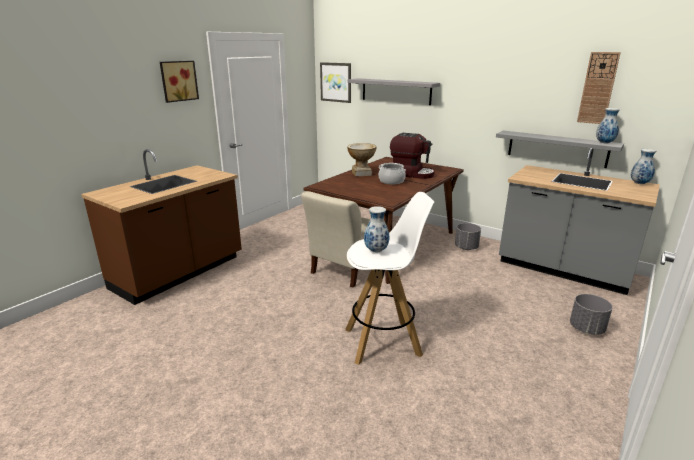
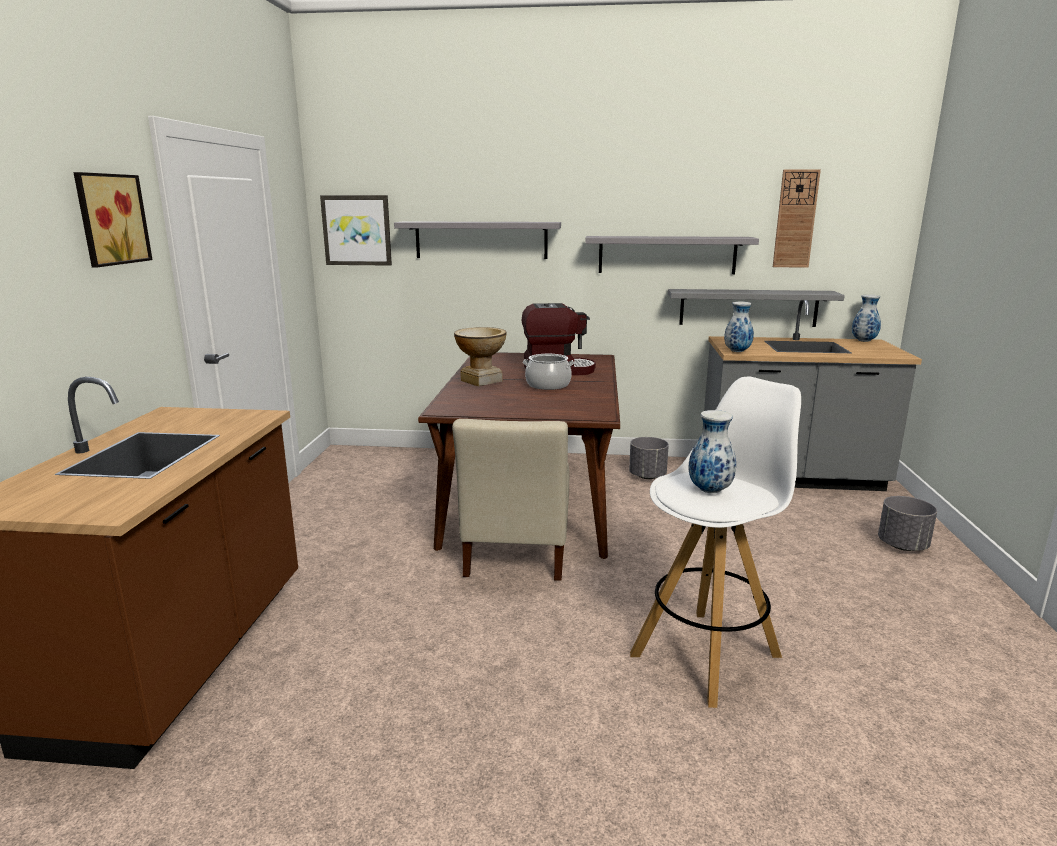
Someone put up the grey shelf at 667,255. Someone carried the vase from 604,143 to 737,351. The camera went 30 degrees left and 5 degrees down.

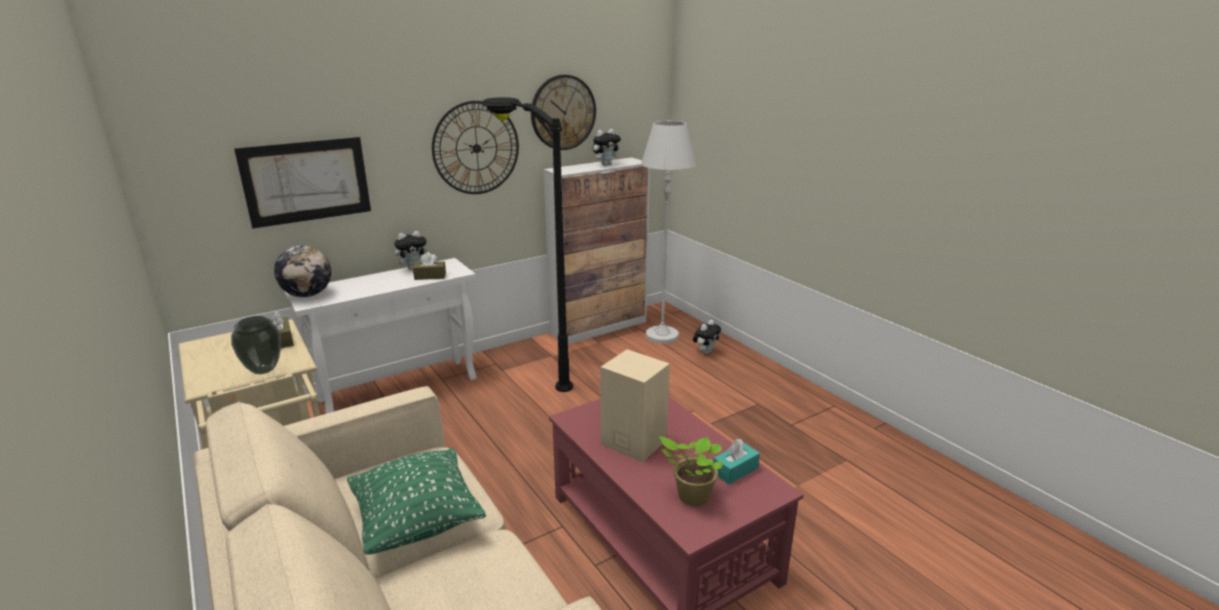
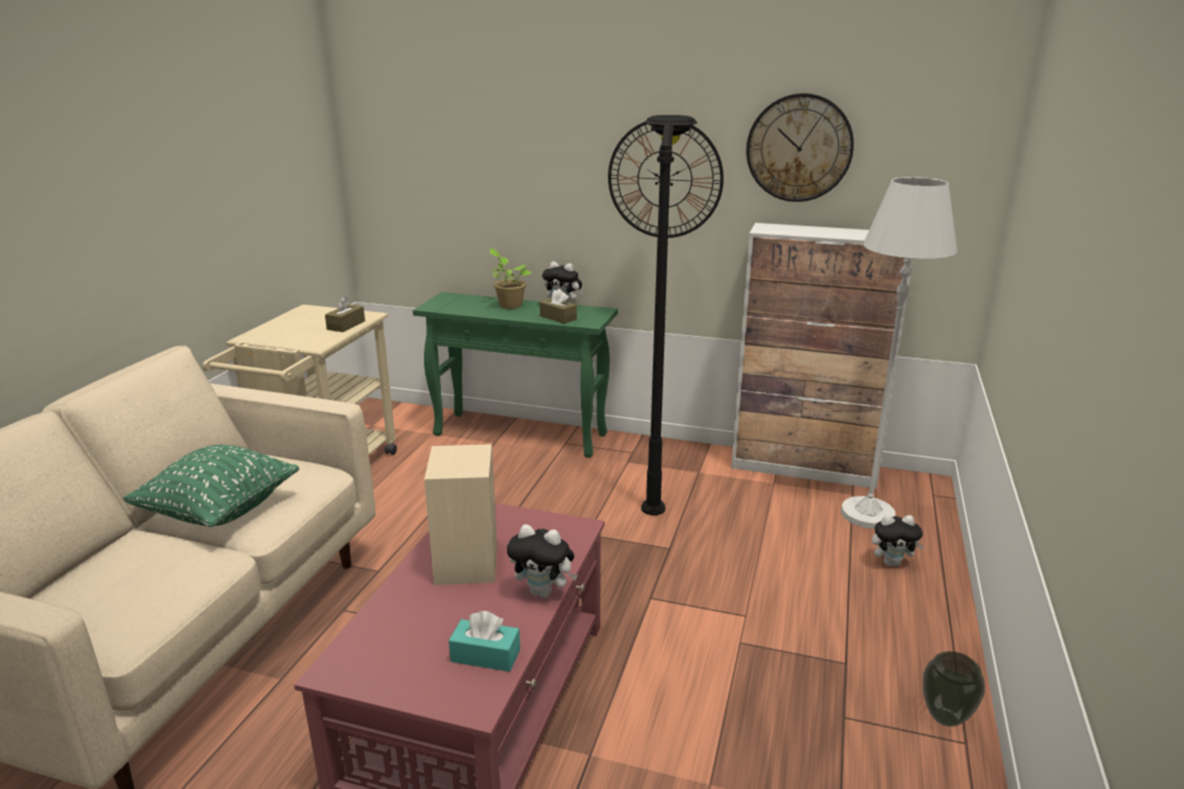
Someone repainted the white console table at 400,389, which became the green console table at 522,435. Someone carried the potted plant from 691,496 to 509,305. Someone carried the plush toy from 606,164 to 544,592. Someone carried the vase from 263,370 to 944,718. Someone took away the picture at 306,181. Someone took away the globe at 308,295. The camera went 50 degrees right and 0 degrees up.

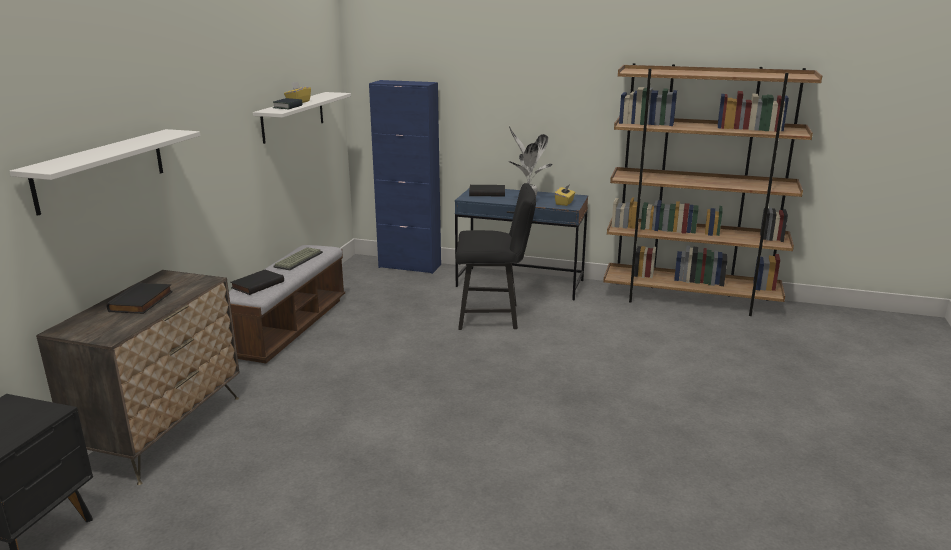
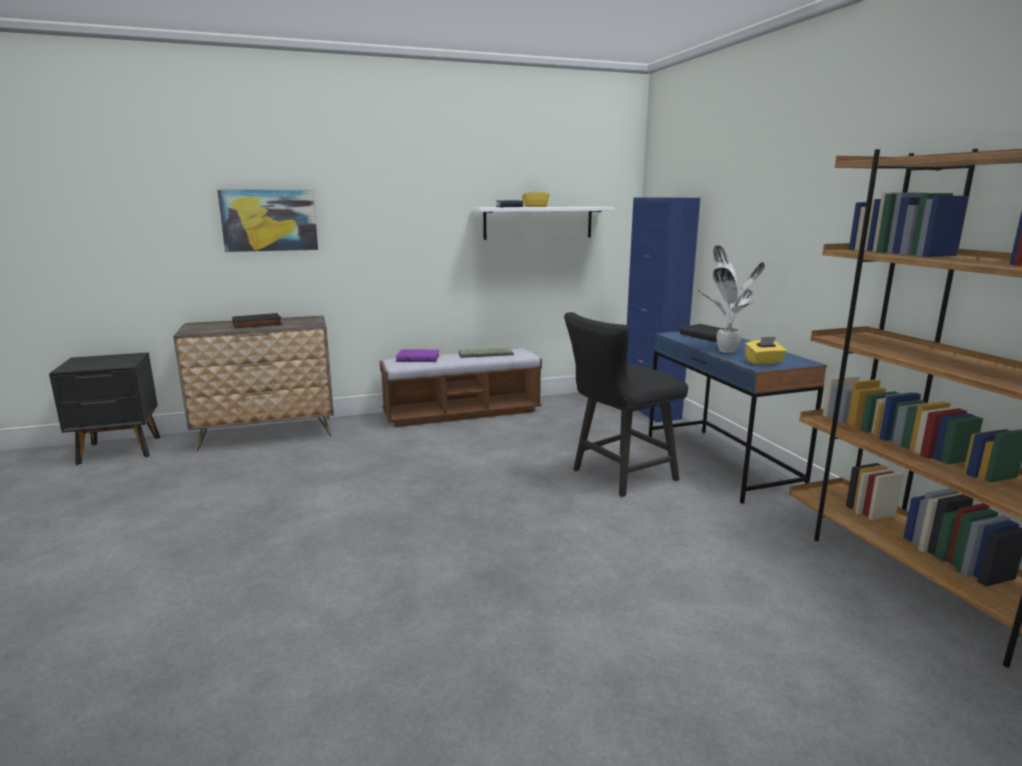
Someone swapped the white shelf at 101,169 for the picture at 269,220. Someone repainted the black book at 257,284, which became the purple book at 418,358. Someone rotated the black chair at 494,316 by 90 degrees clockwise. The camera went 55 degrees right and 5 degrees down.

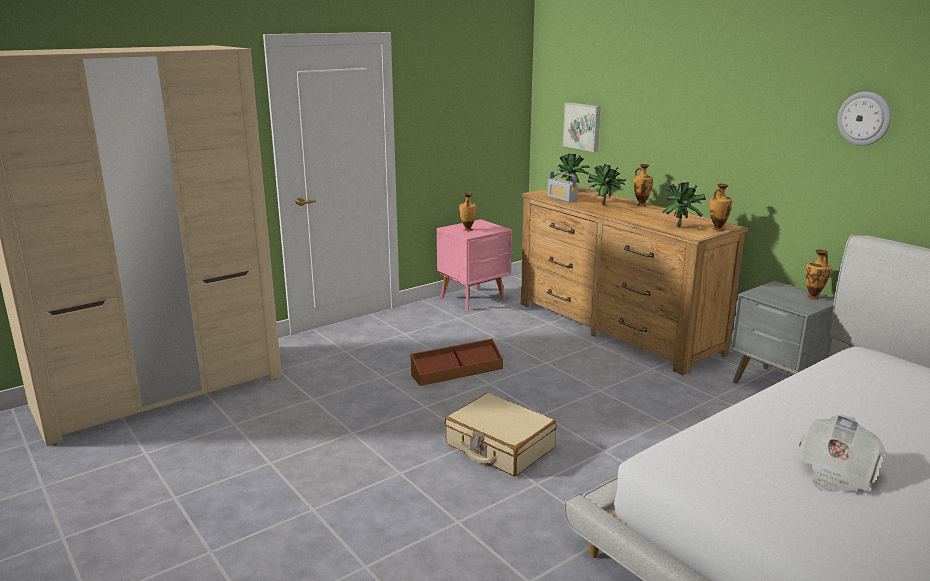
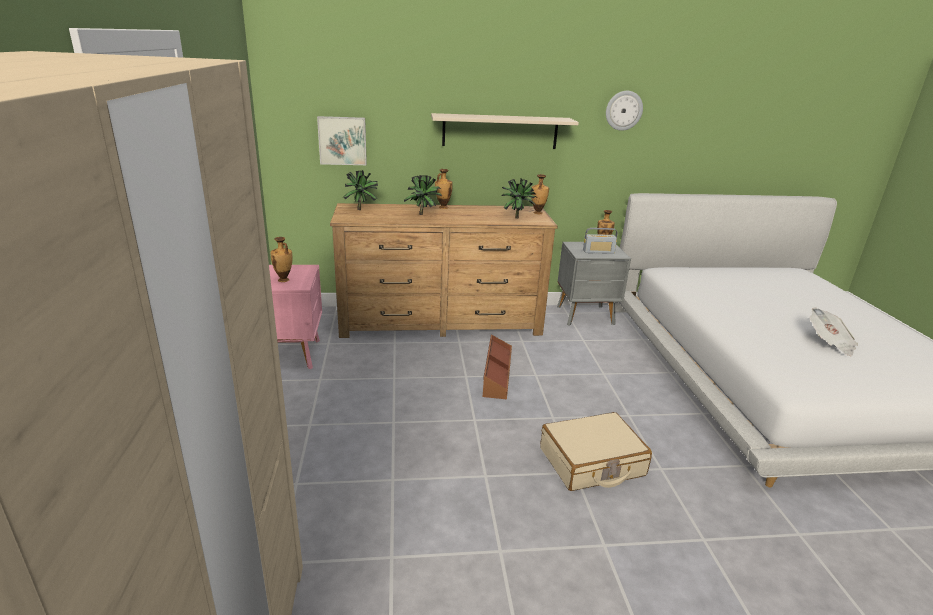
Someone put up the beige shelf at 500,131. Someone carried the brown storage box from 456,371 to 496,374. Someone carried the radio from 562,199 to 598,251. The camera went 60 degrees left and 5 degrees up.

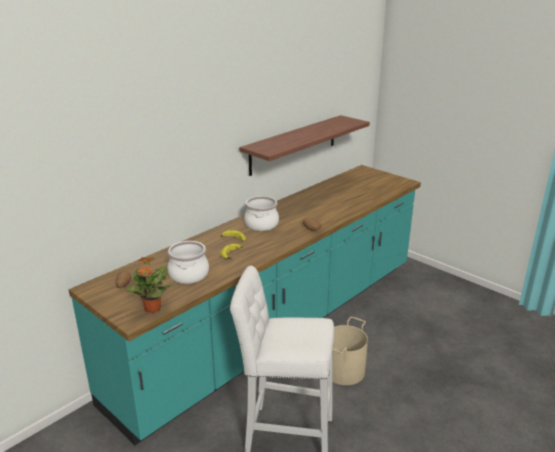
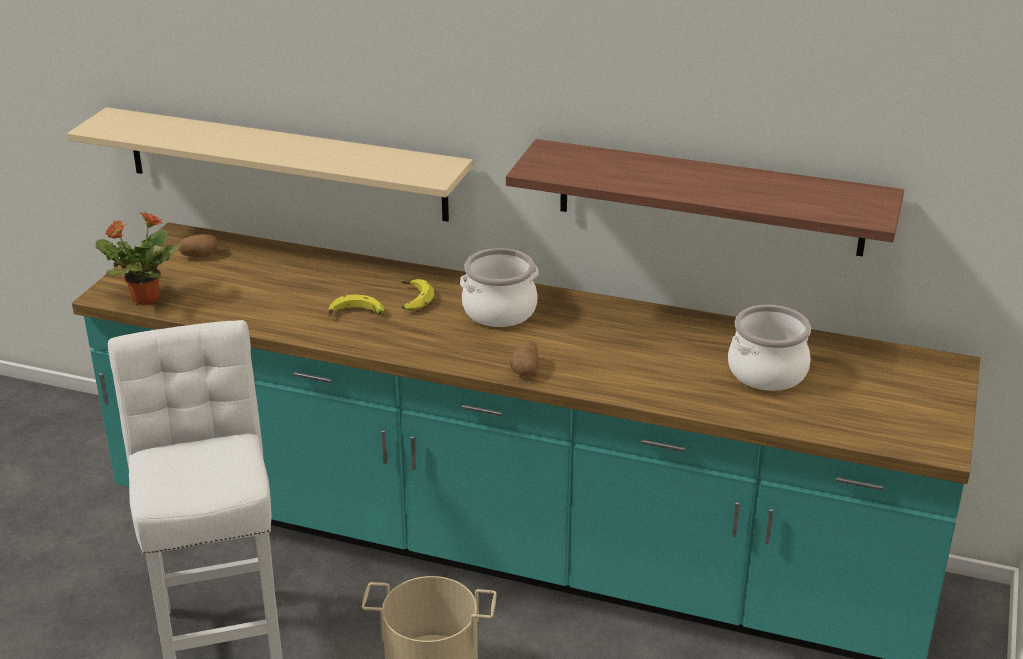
Someone put up the beige shelf at 285,164. Someone carried the cooking pot from 189,275 to 767,373. The camera went 65 degrees right and 5 degrees up.

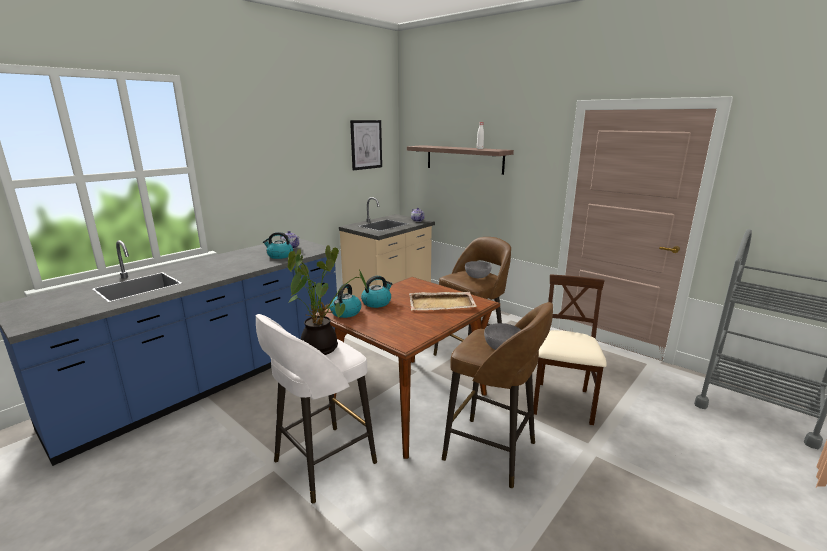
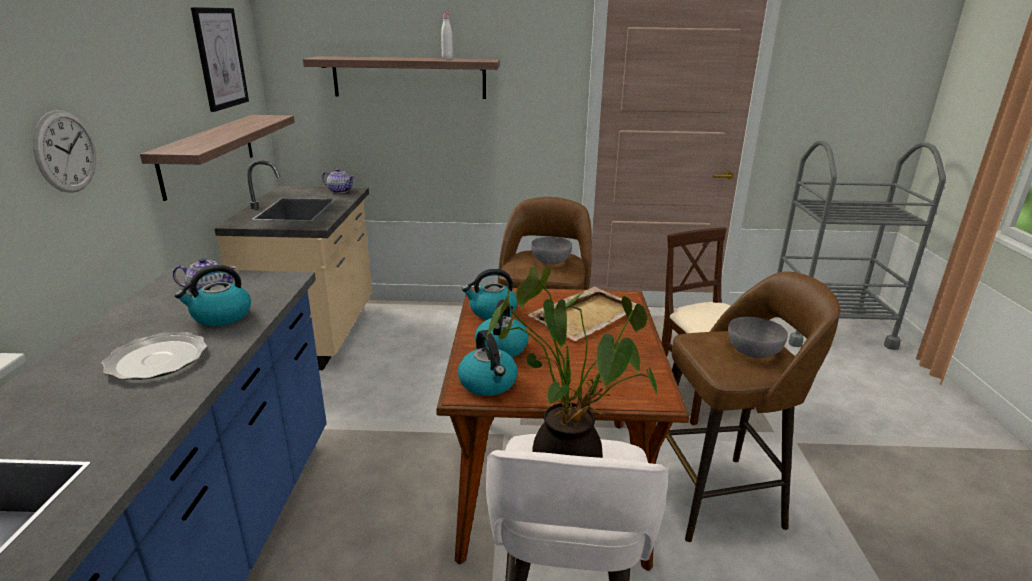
Someone put up the wall clock at 65,152. Someone put down the plate at 156,359. Someone put up the shelf at 209,153. Someone put down the kettle at 492,312. The camera went 40 degrees left and 5 degrees up.

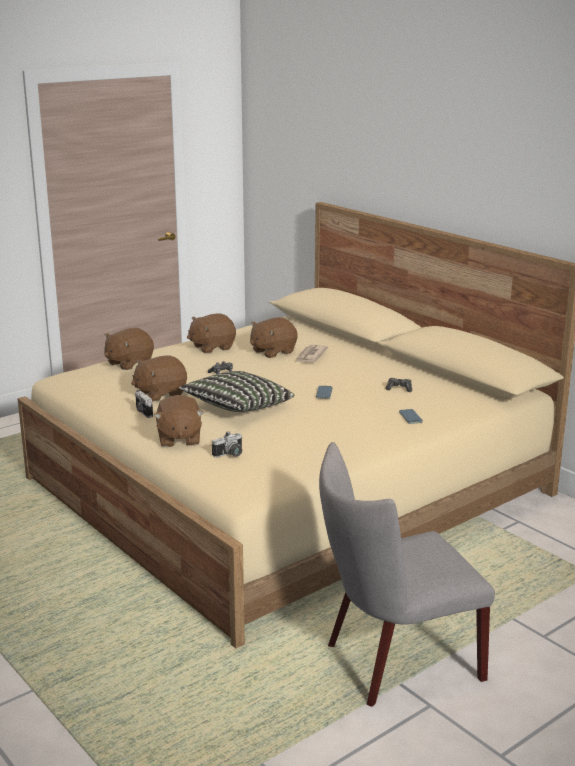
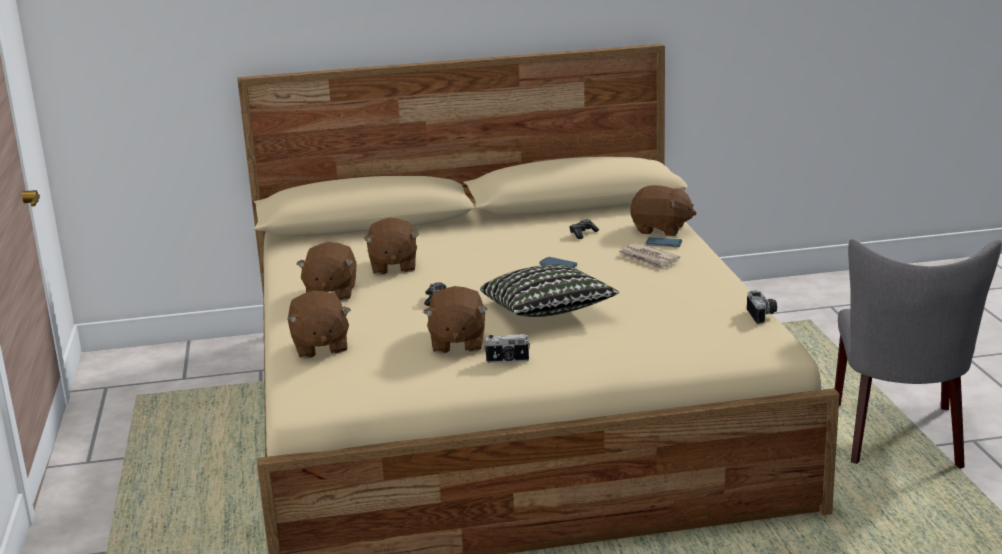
Someone carried the newspaper from 310,356 to 648,259. Someone carried the brown plush toy from 179,439 to 661,229. Someone carried the photo camera from 230,455 to 763,316. The camera went 60 degrees left and 0 degrees up.

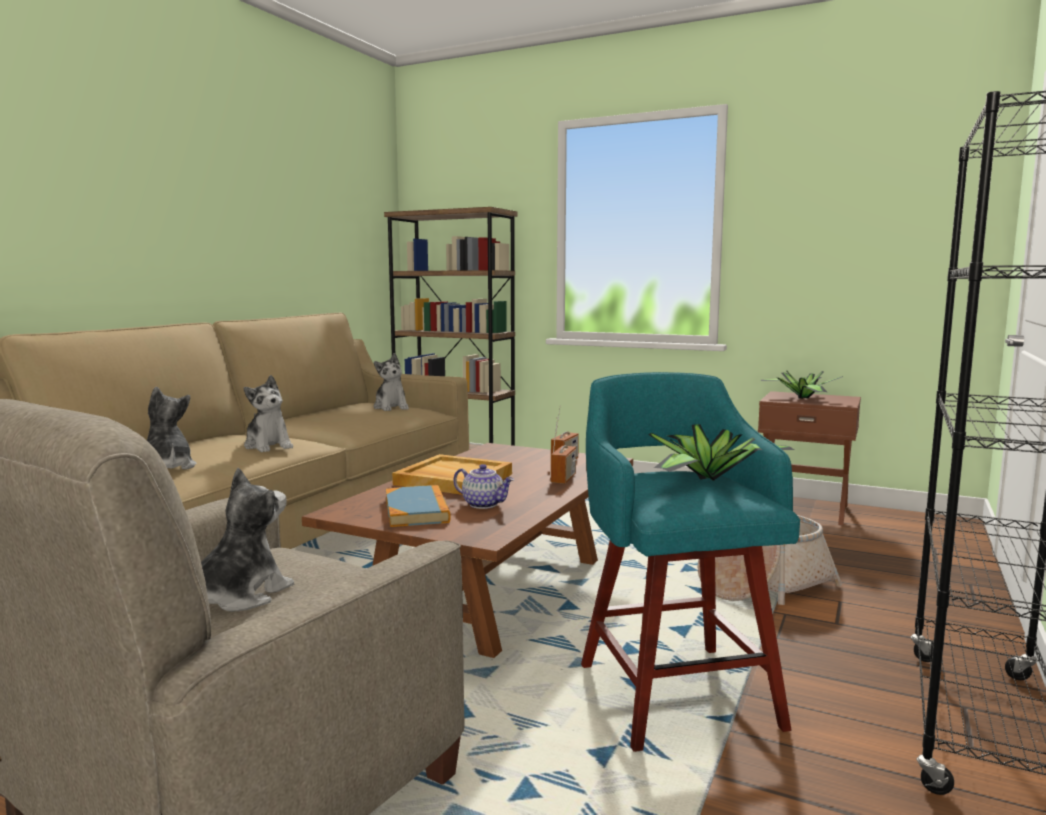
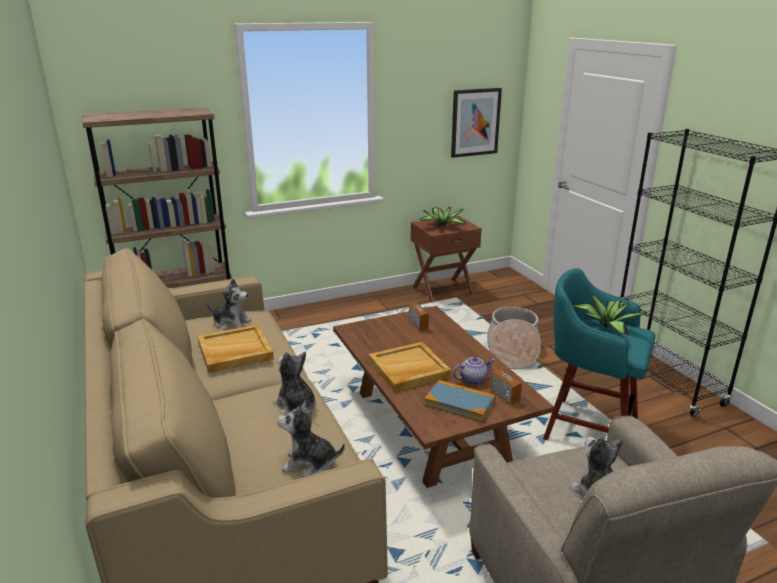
Someone put down the beige tray at 234,351. Someone rotated the plush toy at 268,446 by 135 degrees counterclockwise. Someone put up the picture at 475,122. Someone carried the radio from 563,479 to 504,396. The camera went 50 degrees left and 15 degrees up.

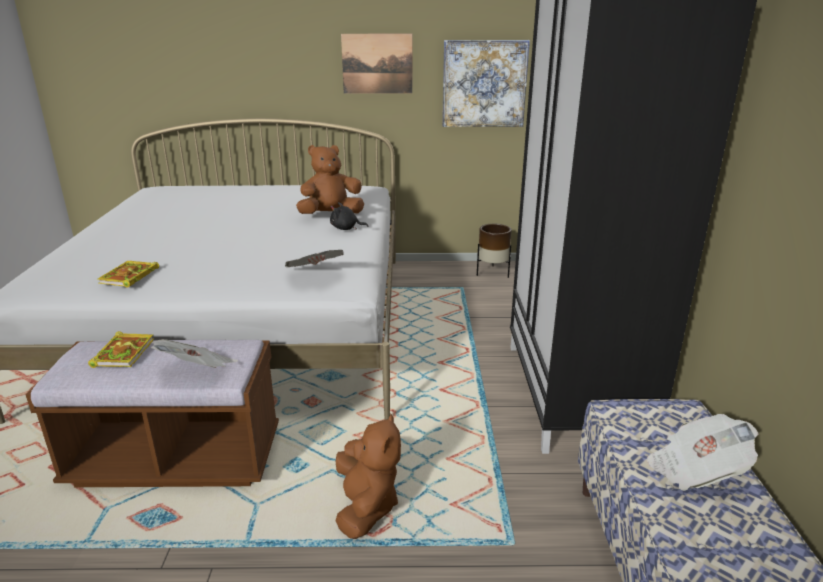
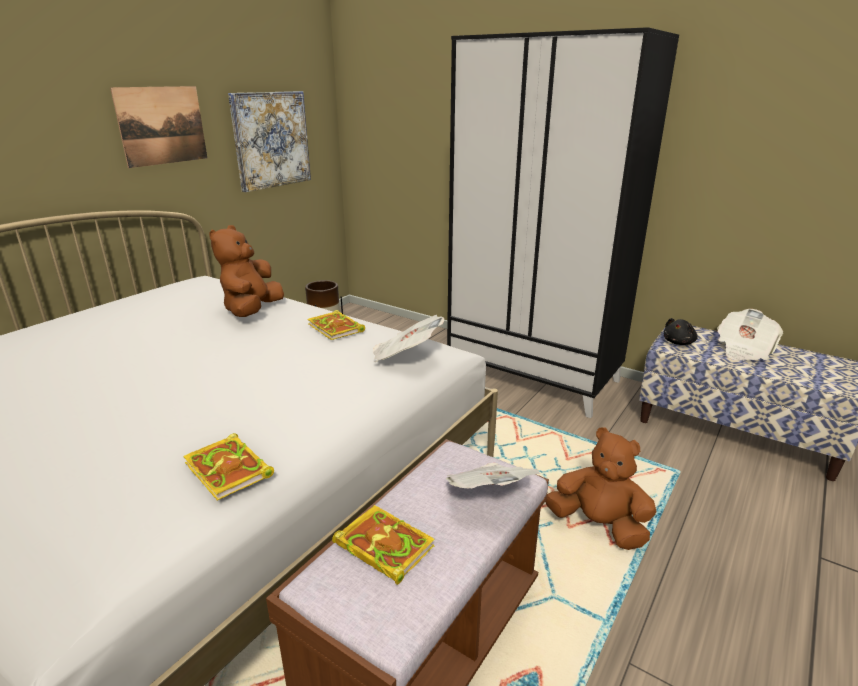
Someone put down the book at 336,328. Someone carried the black plush toy from 346,228 to 679,342. The camera went 55 degrees left and 0 degrees up.

